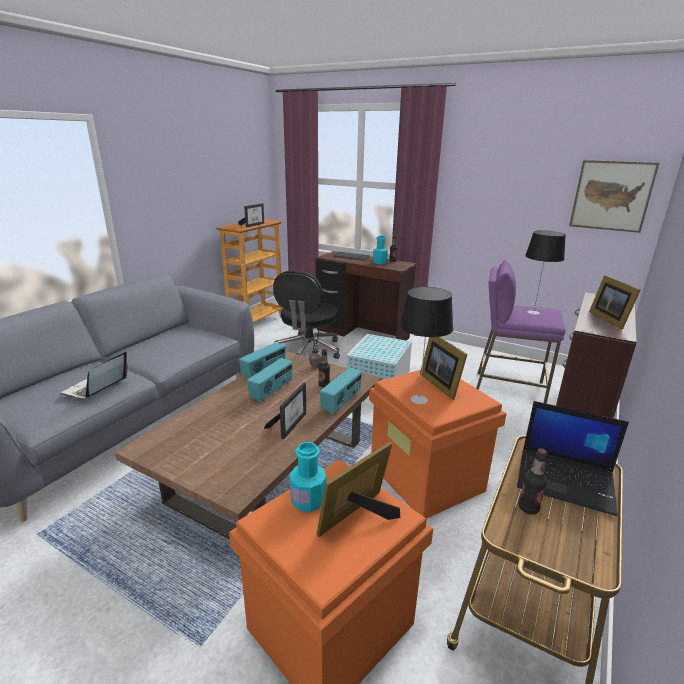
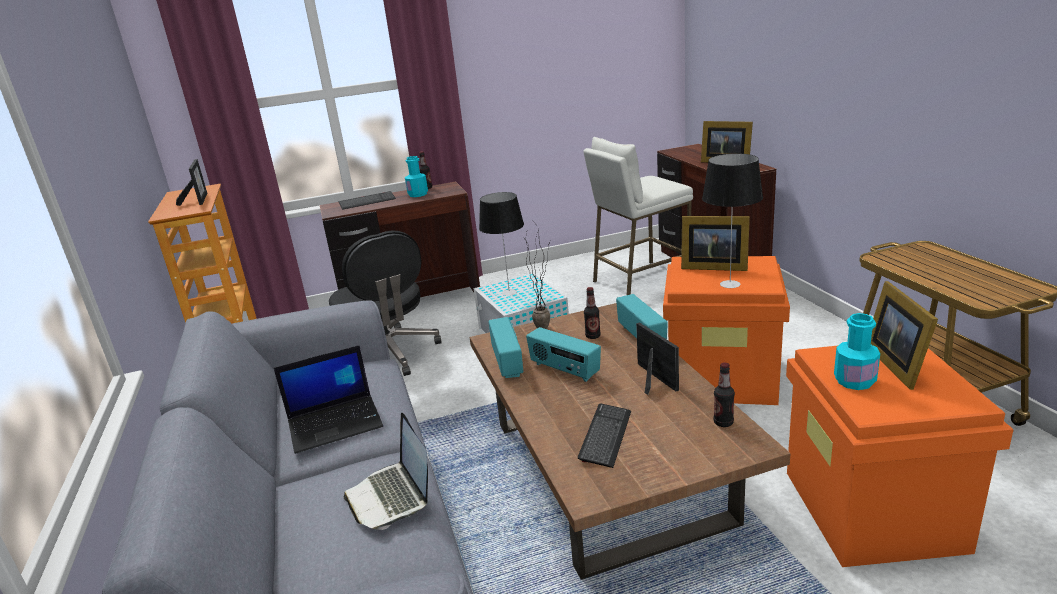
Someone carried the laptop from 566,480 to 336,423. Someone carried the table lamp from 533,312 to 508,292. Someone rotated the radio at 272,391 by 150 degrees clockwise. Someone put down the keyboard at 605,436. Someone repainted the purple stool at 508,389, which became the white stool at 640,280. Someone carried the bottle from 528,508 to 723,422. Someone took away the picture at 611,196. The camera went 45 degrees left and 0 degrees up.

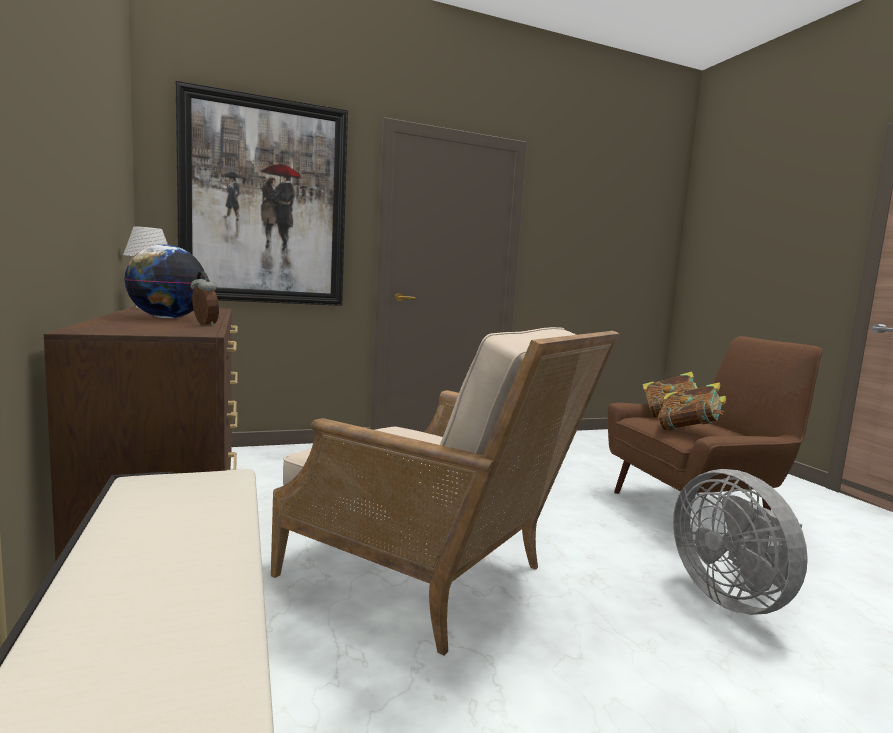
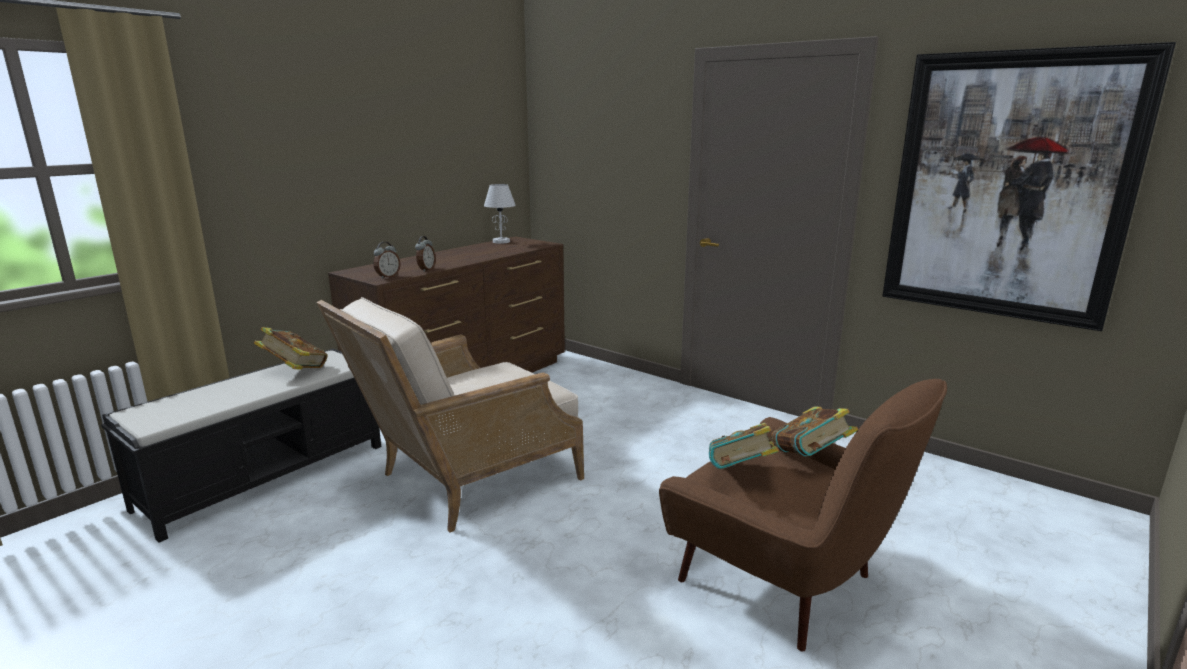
Someone put down the book at 295,370. Someone rotated the beige armchair at 433,577 by 45 degrees clockwise. Someone put down the alarm clock at 387,277. Someone carried the picture from 265,203 to 1008,187. Someone took away the globe at 167,318. Someone took away the grey fan at 732,597. The camera went 60 degrees right and 10 degrees up.

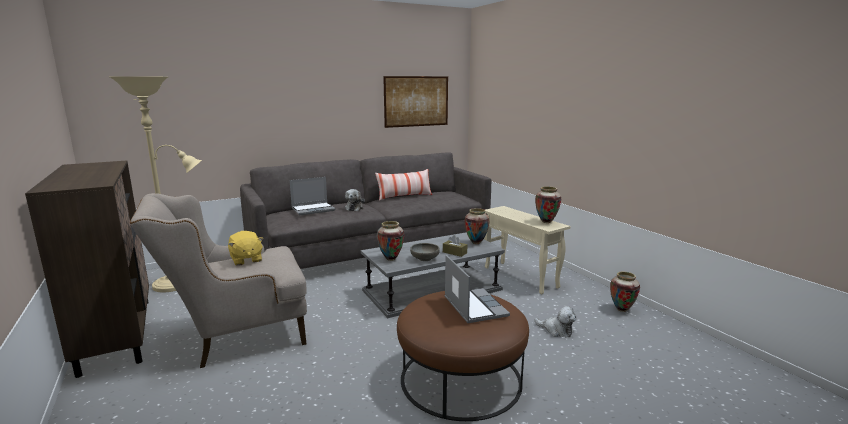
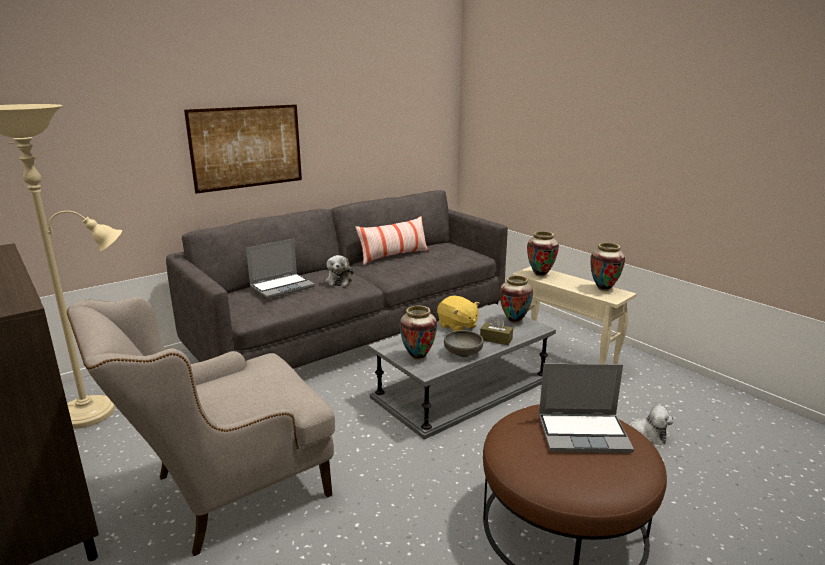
Someone carried the picture from 416,101 to 247,147. Someone carried the yellow plush toy from 246,260 to 457,326. Someone carried the vase from 621,309 to 540,274. Someone rotated the laptop at 474,307 by 120 degrees clockwise. The camera went 10 degrees left and 5 degrees up.

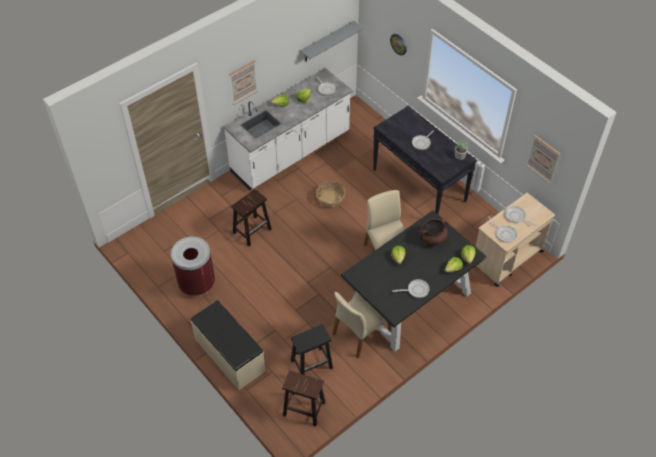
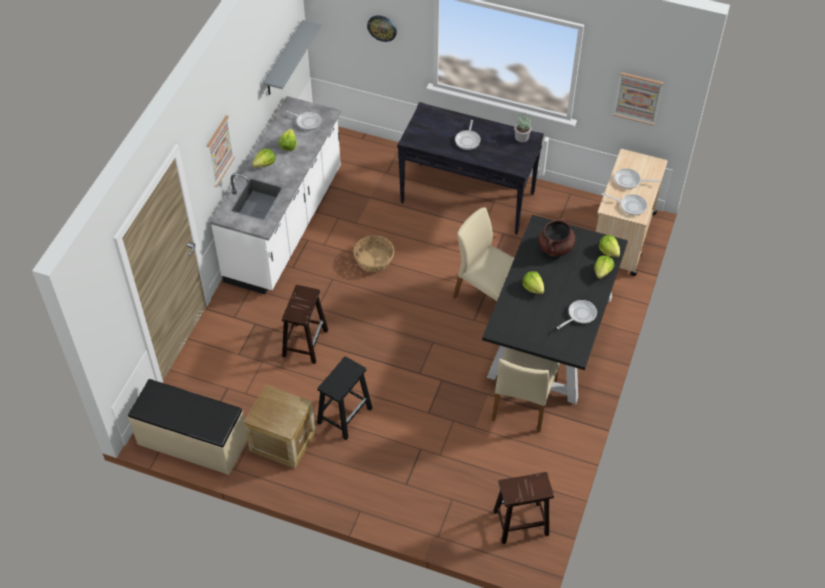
Someone carried the beige bench from 229,355 to 192,442. Someone swapped the trash can at 197,284 for the crate at 282,441. Someone carried the black stool from 312,364 to 345,415. The camera went 30 degrees left and 0 degrees up.

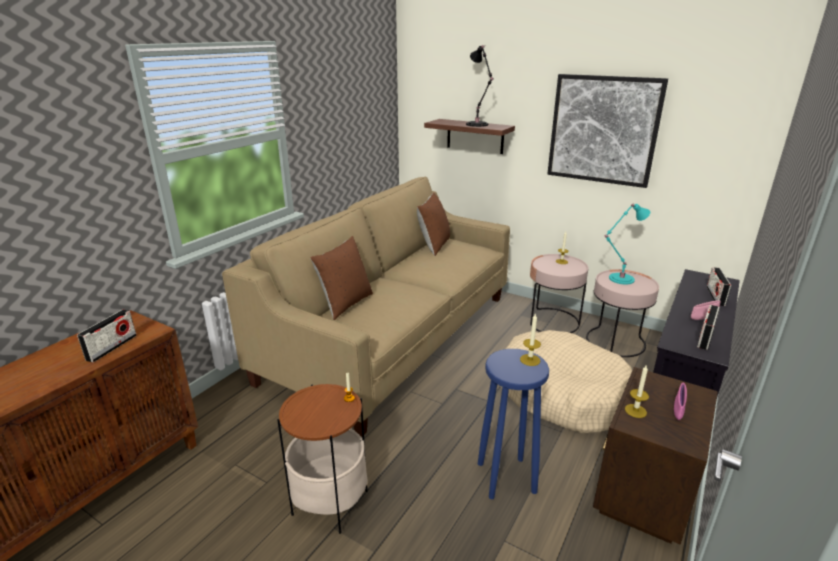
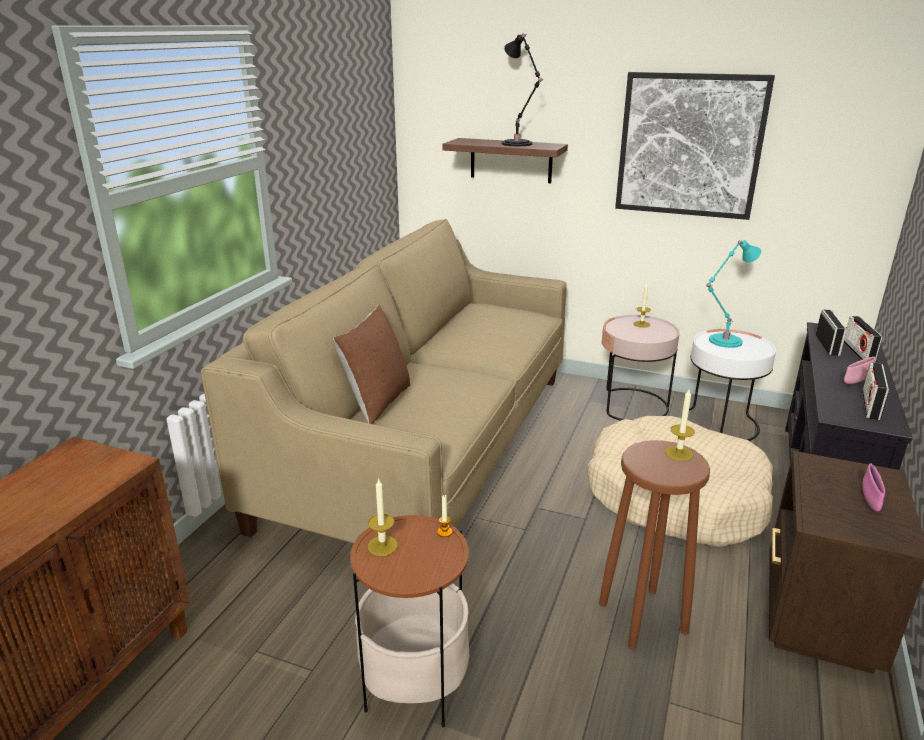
Someone carried the candle from 635,411 to 382,546. Someone repainted the blue stool at 506,478, which became the brown stool at 643,618. Someone repainted the pink side table at 615,341, which became the white side table at 719,424. Someone carried the radio from 112,347 to 827,345. Someone took away the brown pillow at 434,246. The camera went 10 degrees left and 0 degrees up.

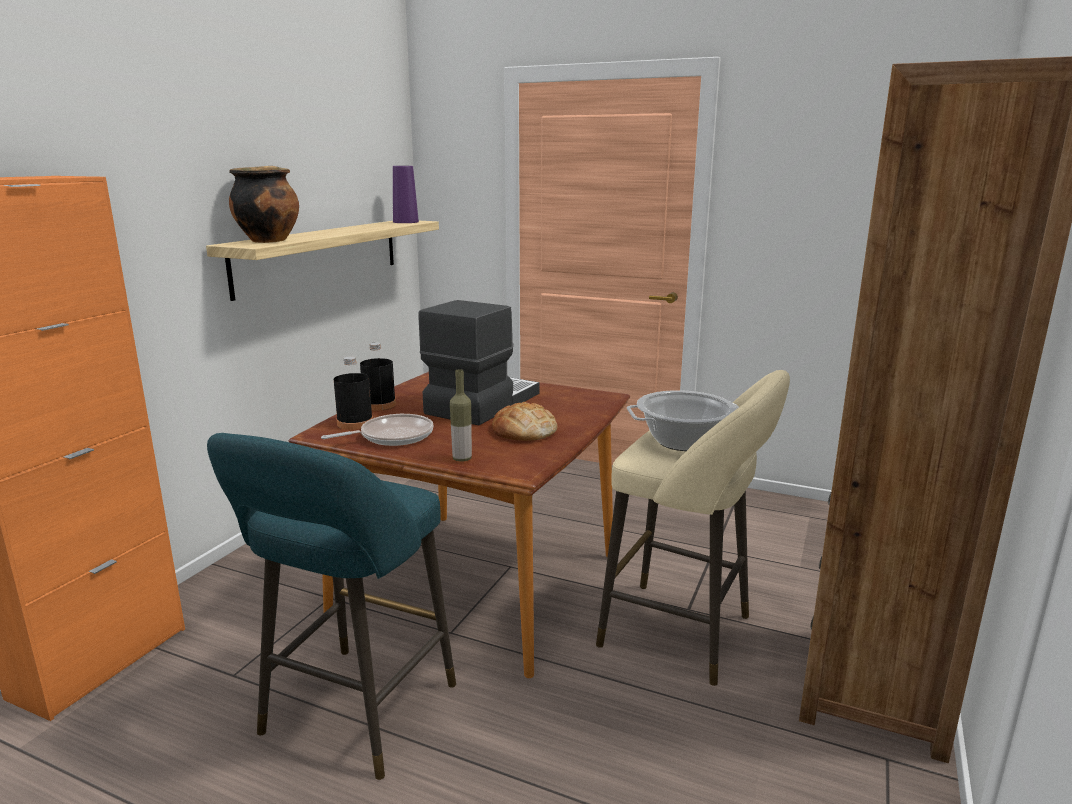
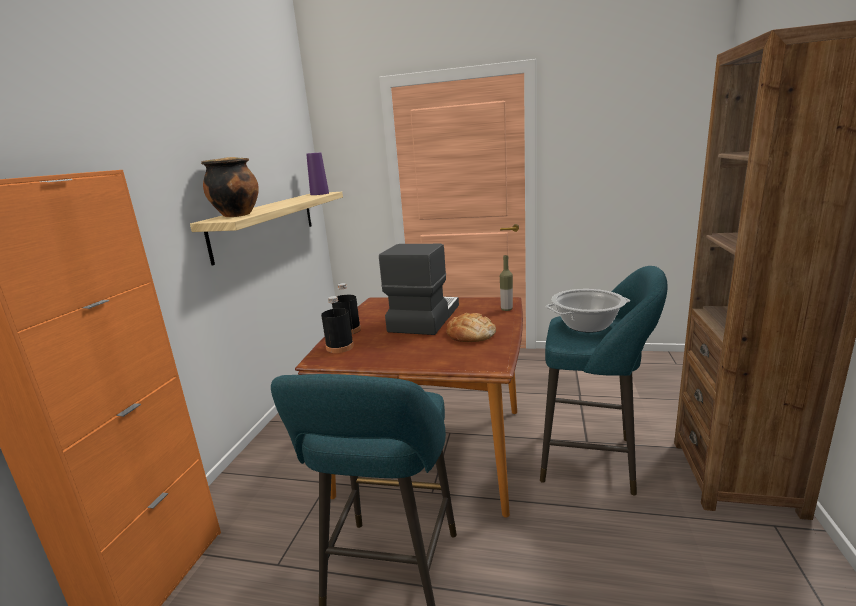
Someone carried the bottle from 462,459 to 506,309. Someone repainted the beige stool at 684,634, which became the turquoise stool at 594,460. Someone took away the frying pan at 392,436. The camera went 10 degrees left and 0 degrees up.

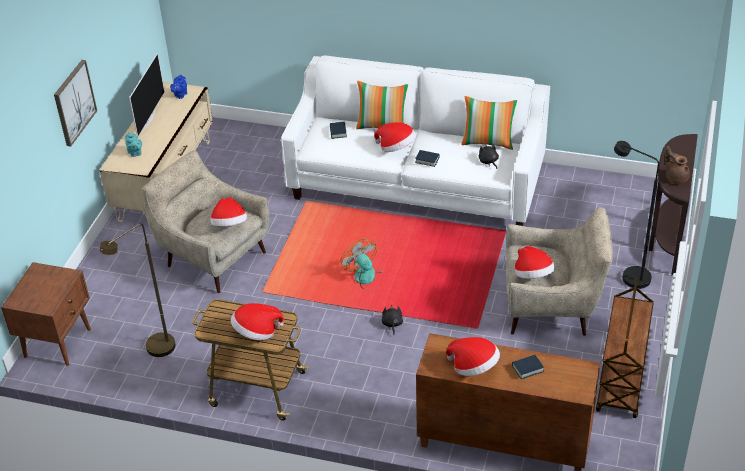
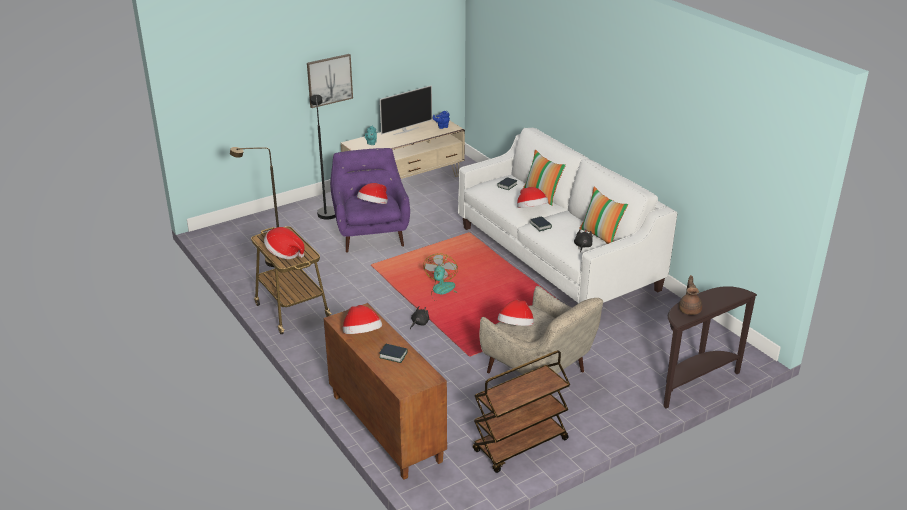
Someone carried the black floor lamp from 628,276 to 326,211. Someone repainted the beige armchair at 213,257, which became the purple armchair at 371,233. Someone took away the brown nightstand at 58,342. The camera went 40 degrees right and 10 degrees down.

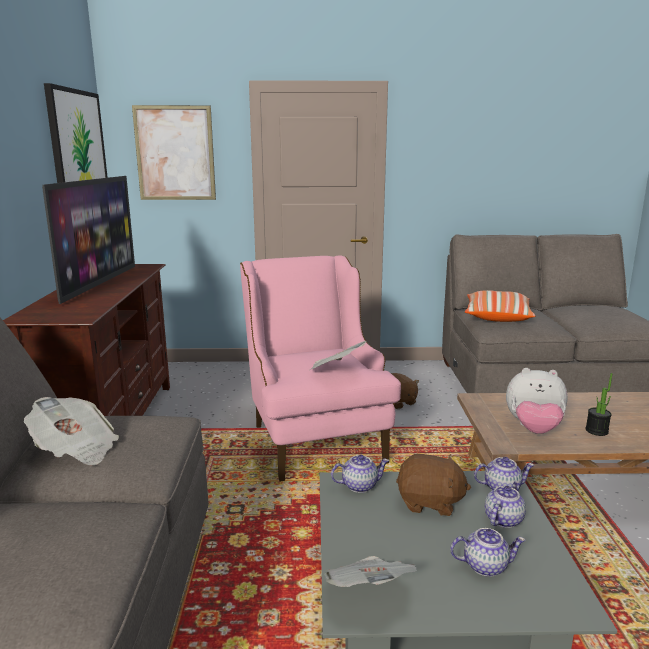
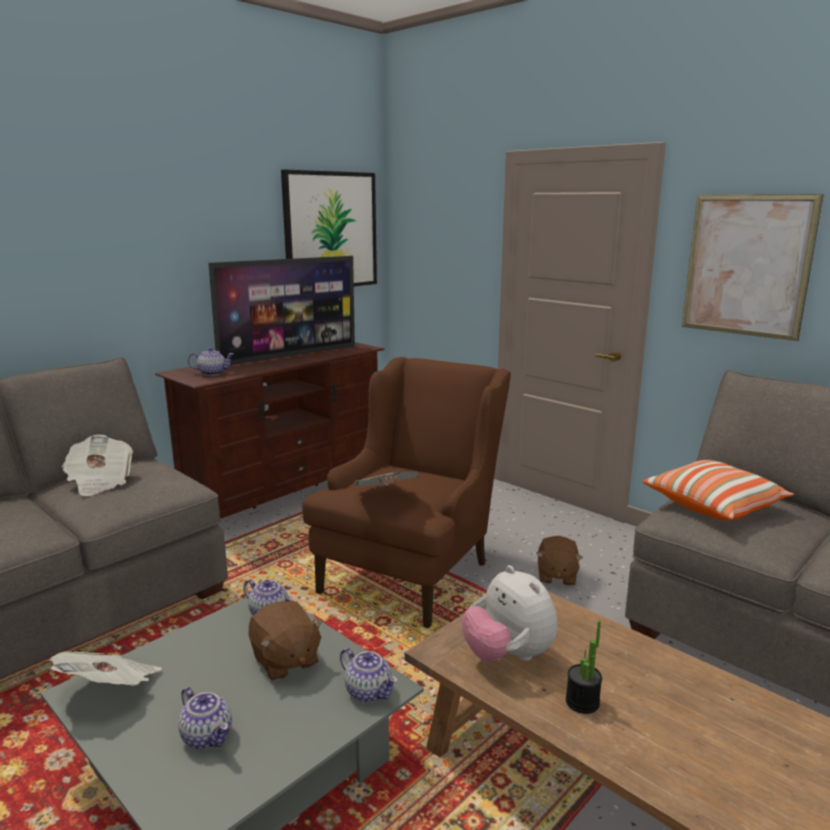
Someone carried the teapot from 503,519 to 212,373. Someone repainted the pink armchair at 313,436, which became the brown armchair at 413,569. Someone carried the picture from 175,153 to 746,266. The camera went 45 degrees right and 0 degrees up.

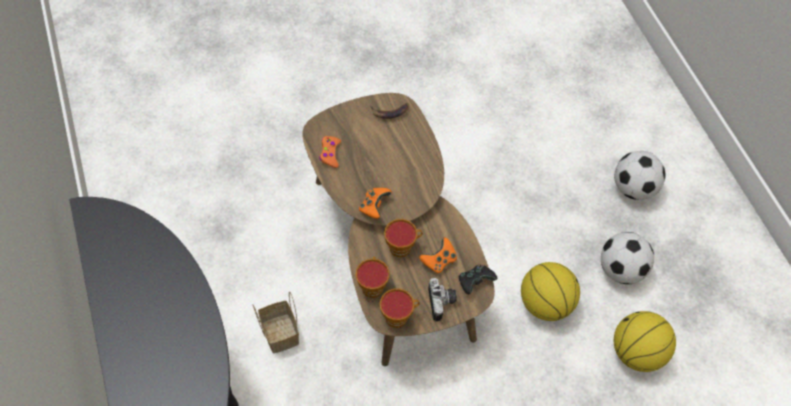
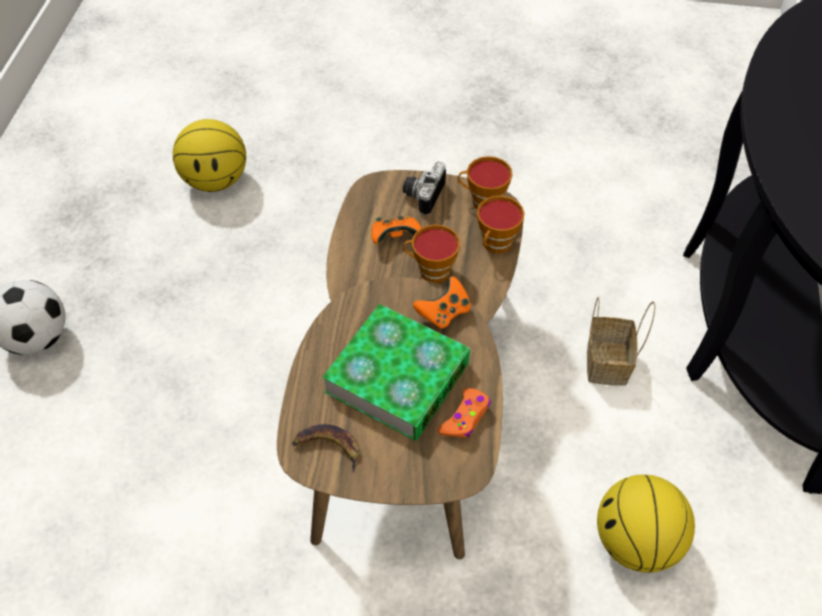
Someone put down the book at 397,378. Someone carried the basketball from 545,303 to 636,542. Someone took away the black game controller at 475,282. Someone took away the football at 621,270. The camera went 150 degrees left and 5 degrees down.

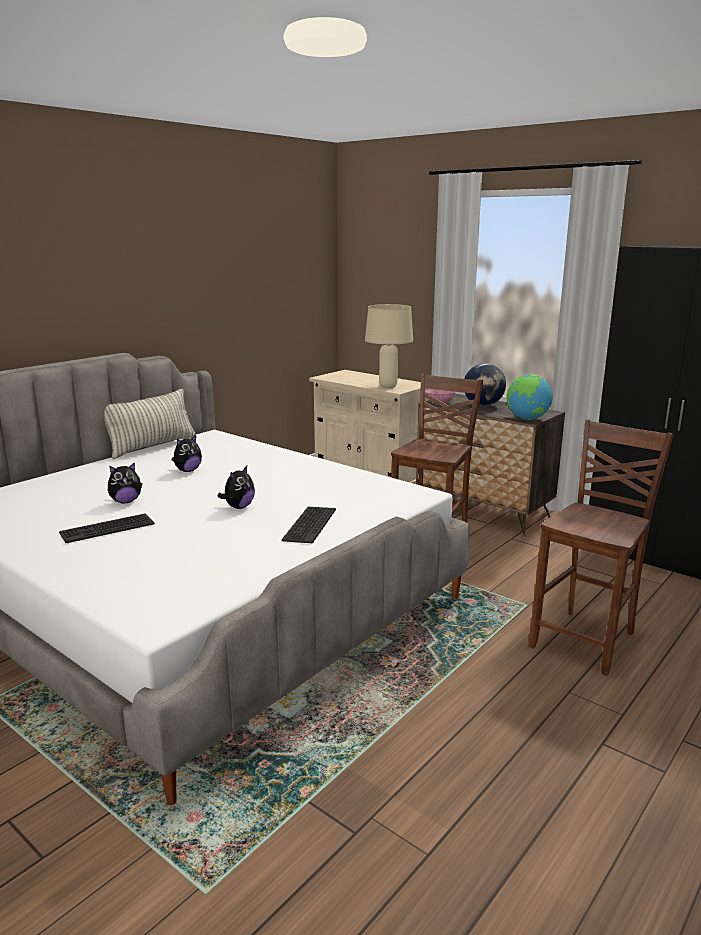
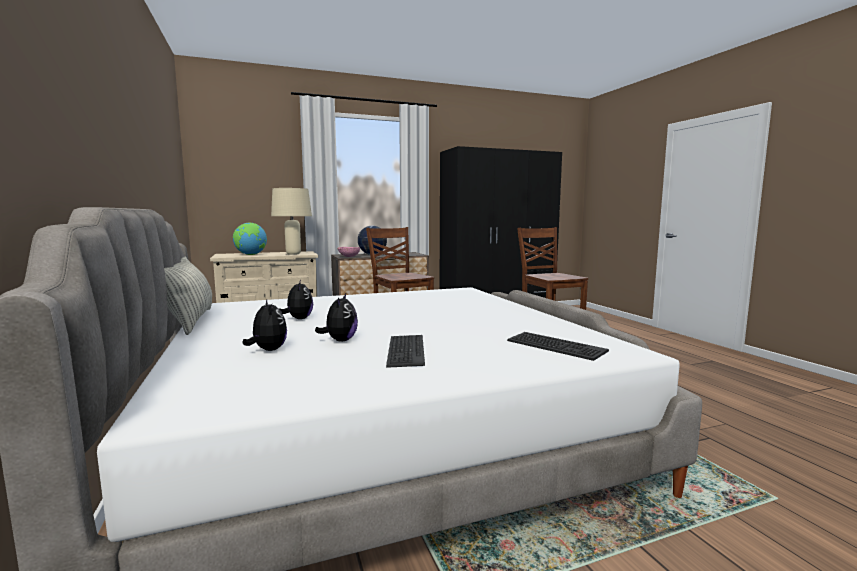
Someone carried the globe from 527,419 to 250,255. Someone carried the plush toy from 238,507 to 268,350. Someone carried the keyboard from 309,525 to 555,346. The camera went 60 degrees left and 10 degrees down.

